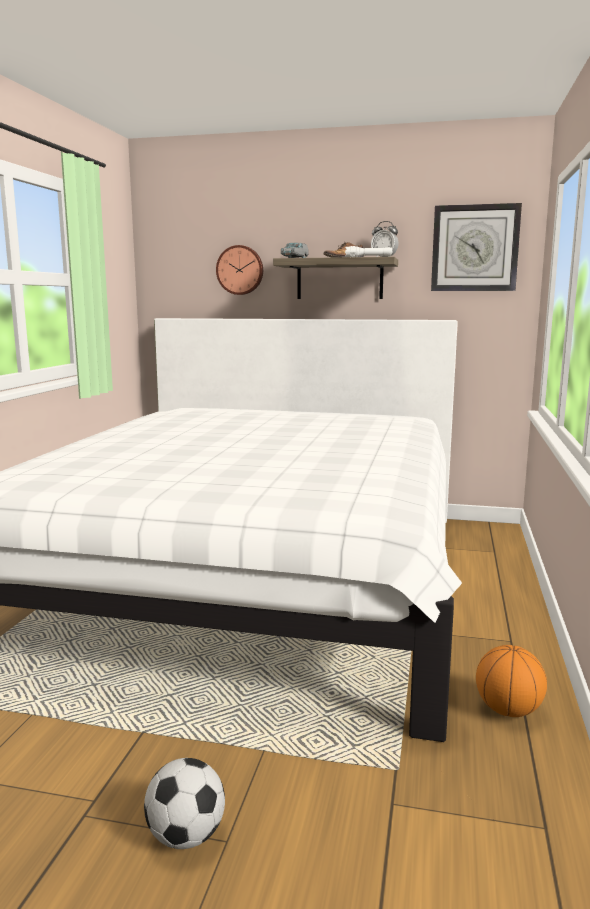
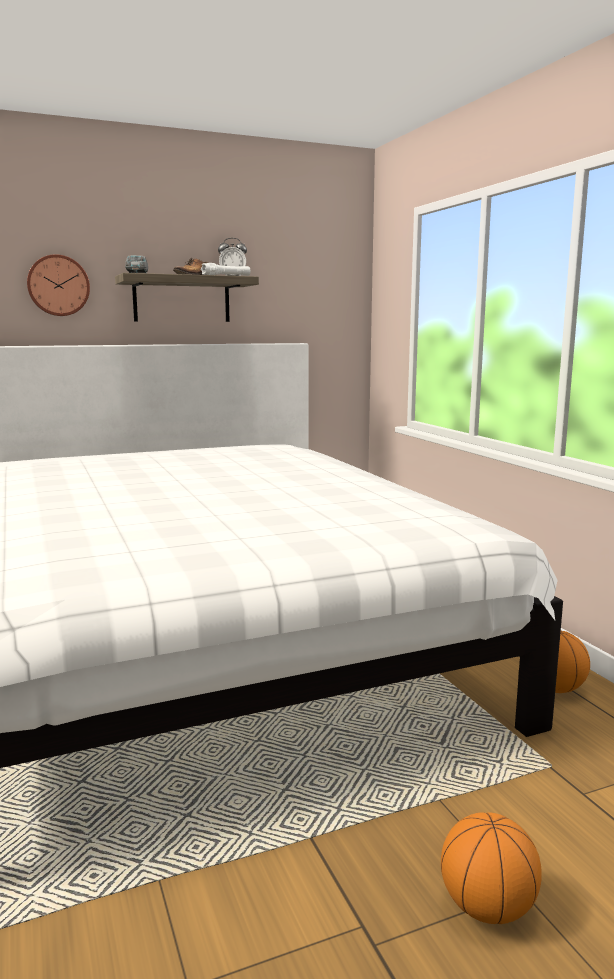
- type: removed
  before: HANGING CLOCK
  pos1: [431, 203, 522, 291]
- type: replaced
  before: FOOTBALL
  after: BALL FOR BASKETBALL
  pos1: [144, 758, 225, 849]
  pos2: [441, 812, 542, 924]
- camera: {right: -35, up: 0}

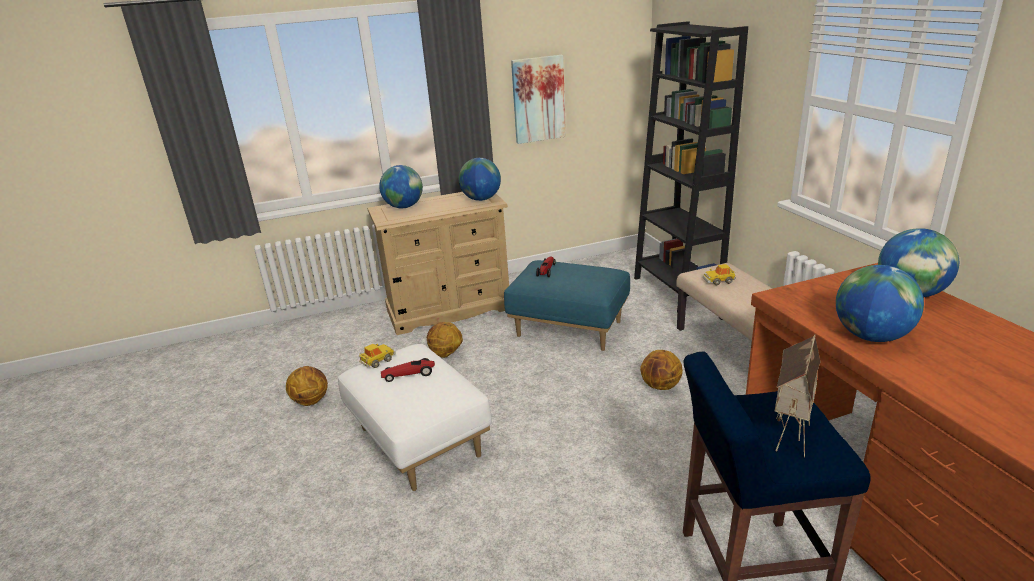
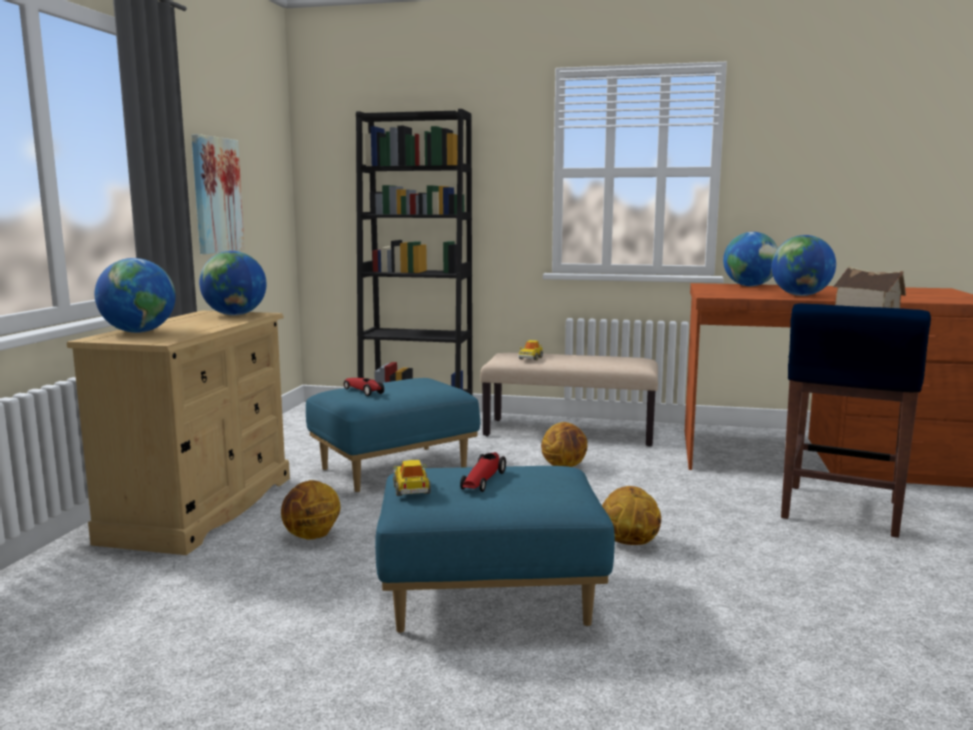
- type: moved
  before: BALL FOR BASKETBALL
  pos1: [286, 366, 328, 406]
  pos2: [602, 486, 661, 545]
- type: recoloured
  before: WHITE-COLOURED OTTOMAN
  after: BLUISH OTTOMAN
  pos1: [338, 344, 492, 491]
  pos2: [375, 466, 615, 633]
- camera: {right: -60, up: -15}

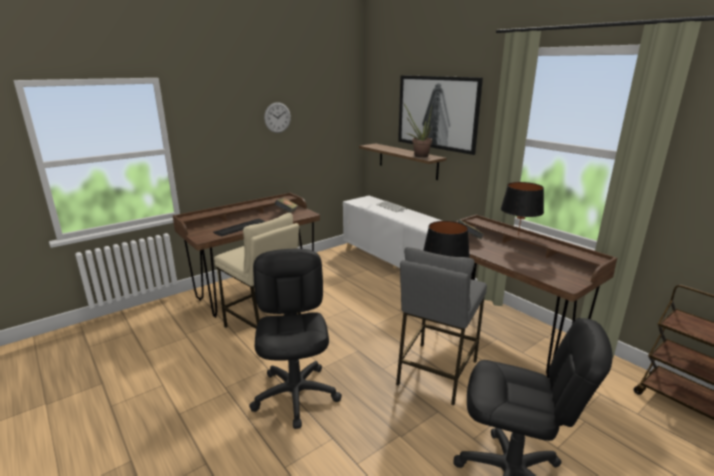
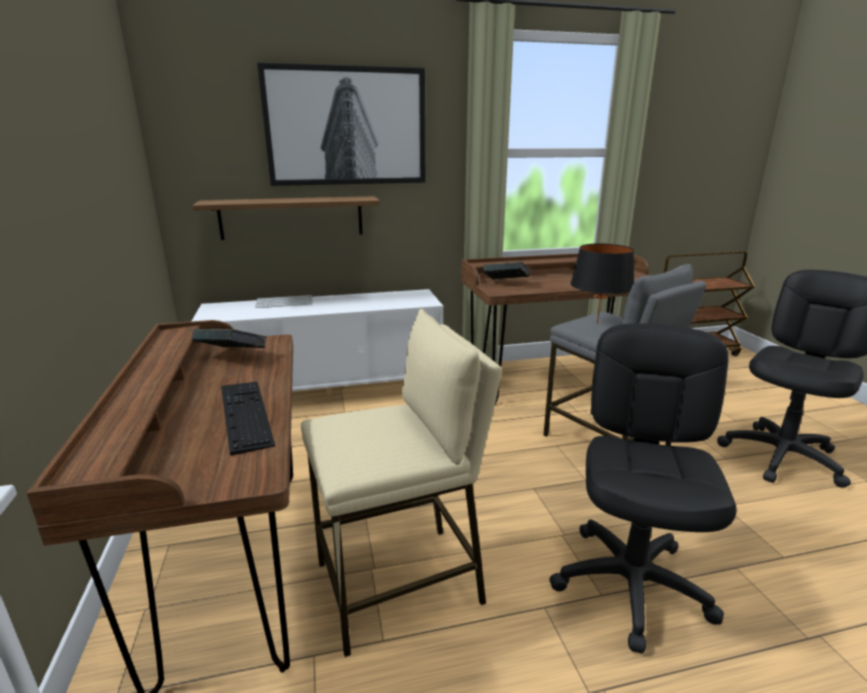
- type: removed
  before: HANGING CLOCK
  pos1: [264, 102, 291, 133]
- type: removed
  before: POTTED PLANT
  pos1: [403, 102, 432, 158]
- type: removed
  before: BLACKISH TABLETOP LAMP
  pos1: [501, 182, 544, 236]
- type: turned
  before: BLACKISH OFFICE CHAIR
  pos1: [249, 249, 342, 429]
  pos2: [549, 324, 736, 654]
  turn: 90
- camera: {right: -65, up: 0}

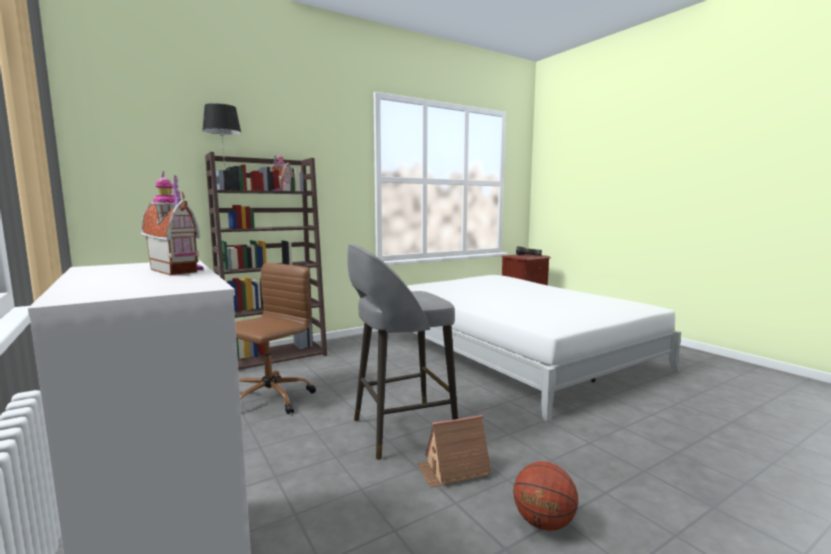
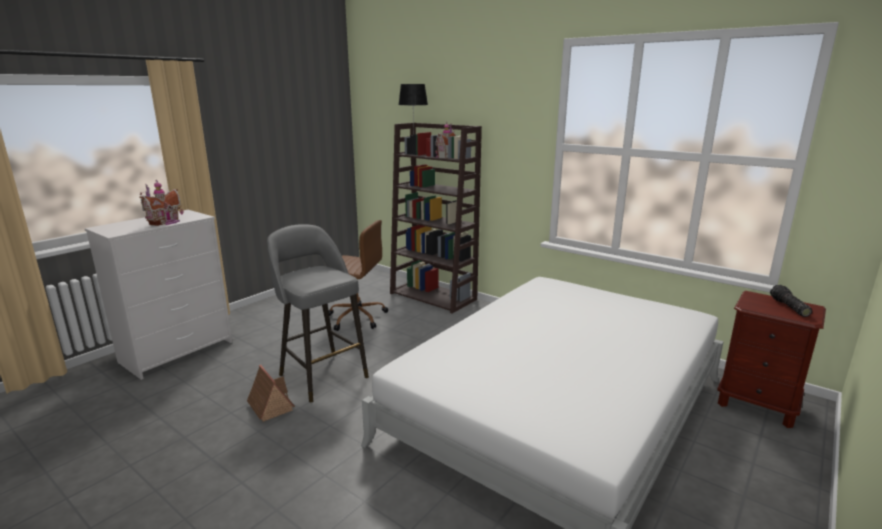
- type: removed
  before: BALL FOR BASKETBALL
  pos1: [513, 461, 578, 531]
- camera: {right: 70, up: 10}

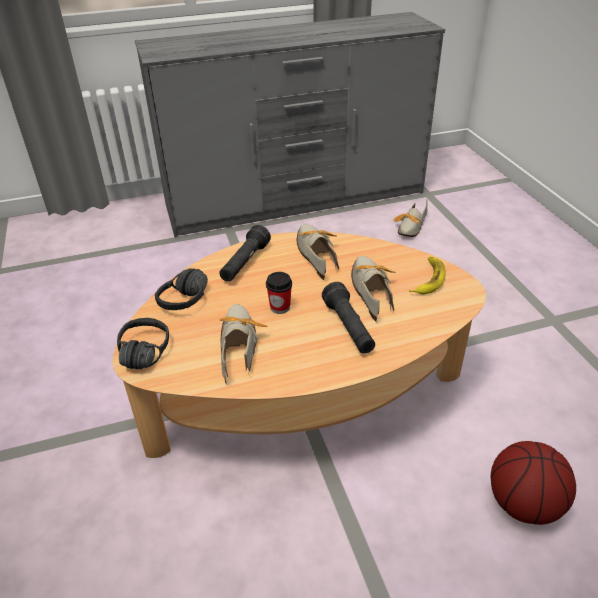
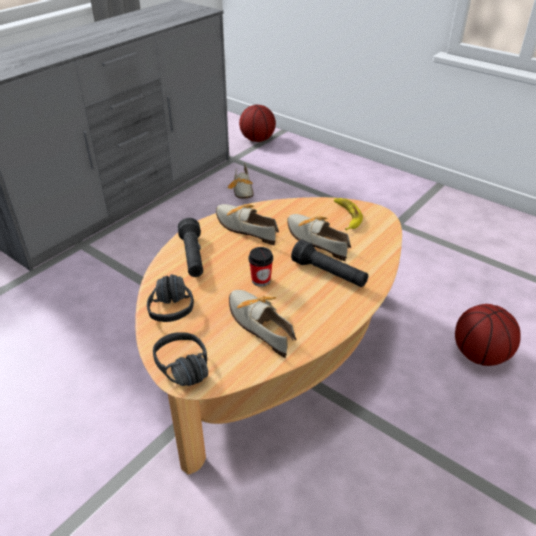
- type: added
  after: BALL FOR BASKETBALL
  pos2: [239, 105, 276, 142]
- camera: {right: -35, up: 0}

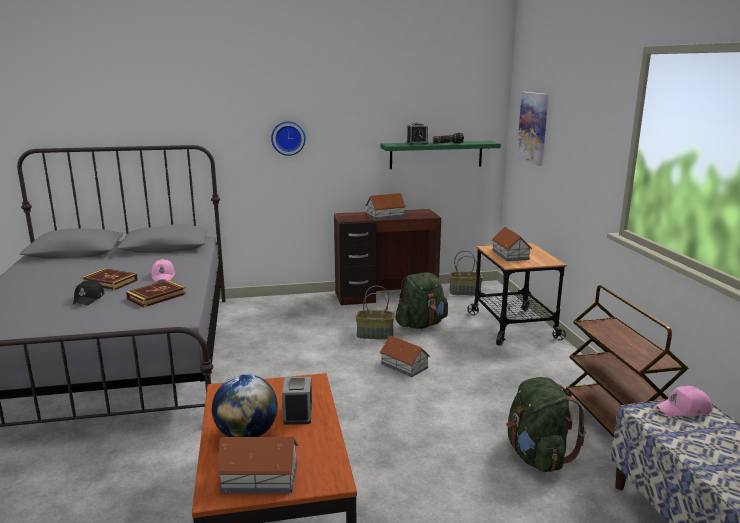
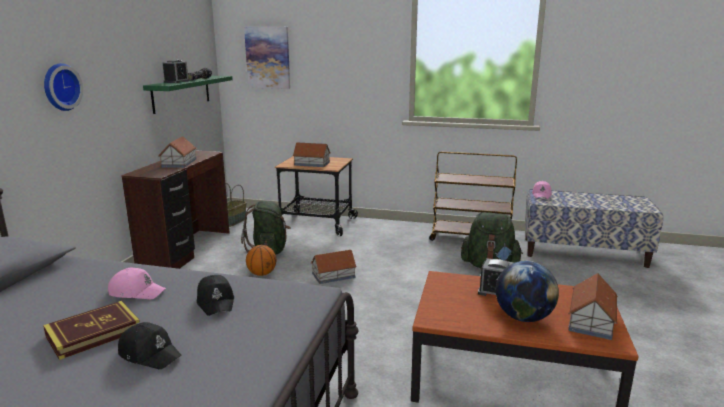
- type: replaced
  before: BOOK
  after: BLACKISH CAP
  pos1: [126, 280, 186, 307]
  pos2: [197, 275, 234, 316]
- type: replaced
  before: HOUSEHOLD BASKET
  after: BALL FOR BASKETBALL
  pos1: [356, 286, 395, 339]
  pos2: [246, 245, 276, 276]
- camera: {right: -65, up: 0}

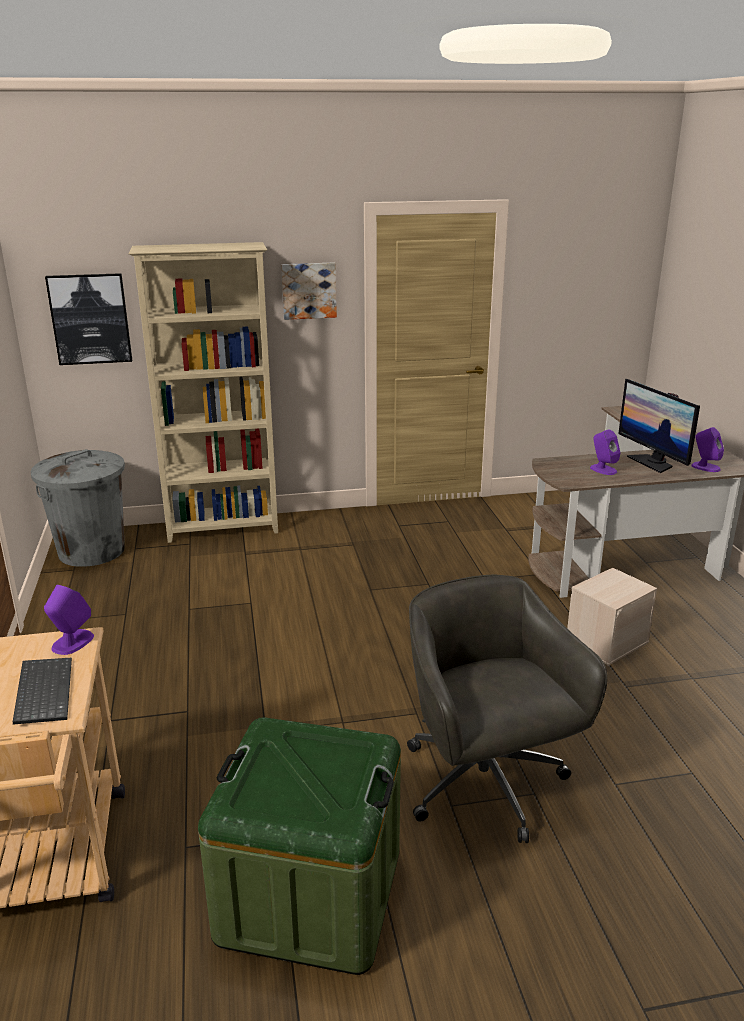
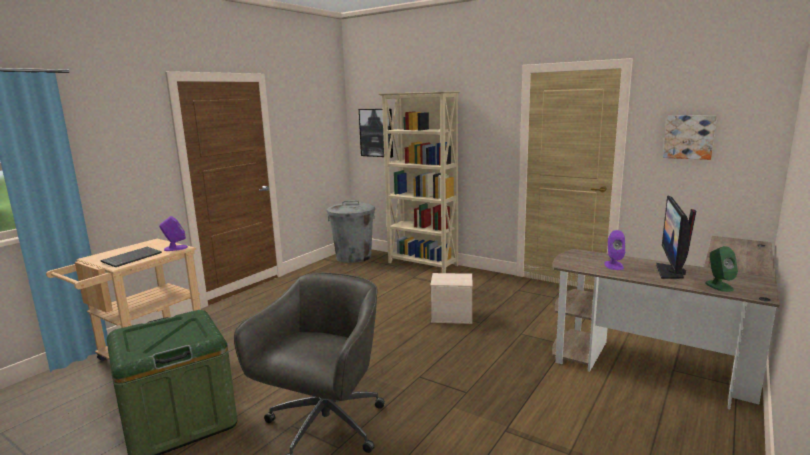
- type: moved
  before: PICTURE
  pos1: [281, 263, 337, 320]
  pos2: [663, 115, 717, 160]
- type: moved
  before: BEIGE STORAGE BOX
  pos1: [567, 568, 657, 666]
  pos2: [430, 273, 473, 324]
- type: recoloured
  before: PURPLISH SPEAKER
  after: GREEN SPEAKER
  pos1: [691, 427, 724, 472]
  pos2: [705, 246, 738, 292]
- camera: {right: 45, up: -10}

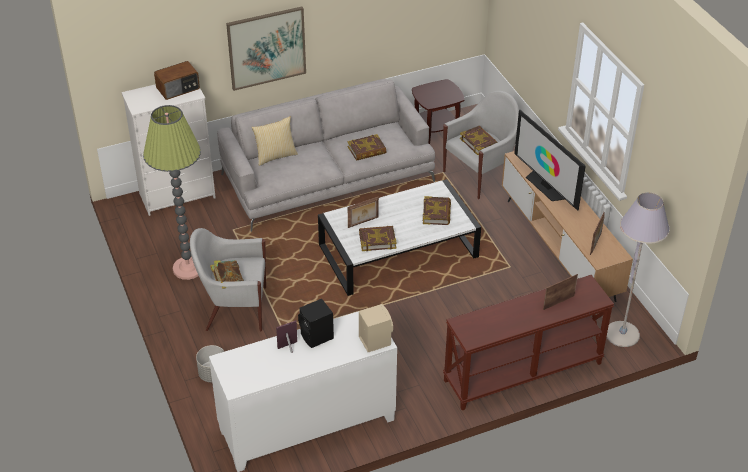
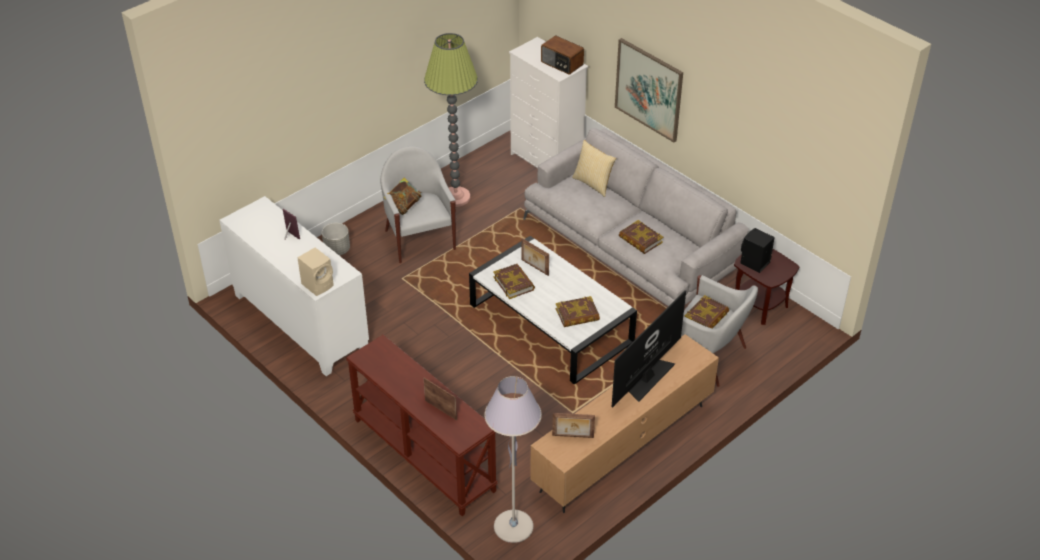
- type: moved
  before: BLACKISH SPEAKER
  pos1: [298, 299, 334, 348]
  pos2: [740, 228, 775, 273]
- camera: {right: 70, up: 0}

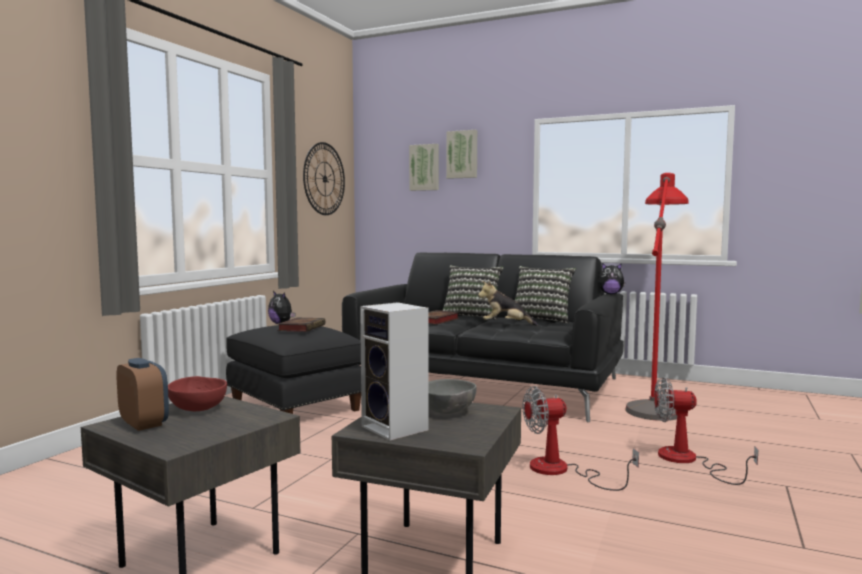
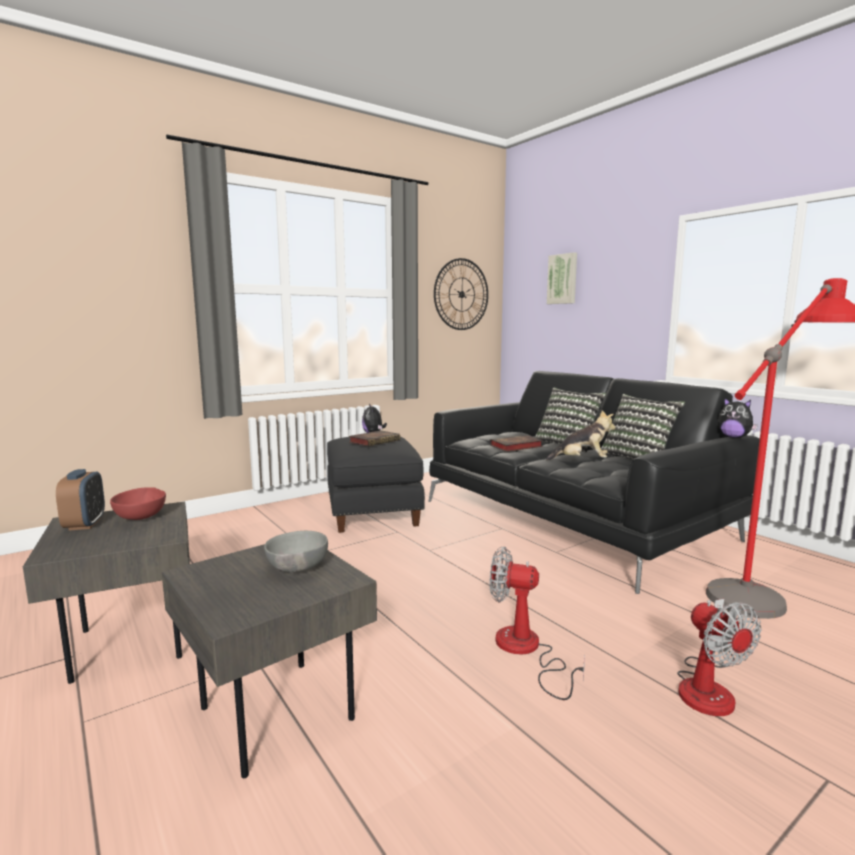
- type: removed
  before: SPEAKER
  pos1: [360, 302, 428, 441]
- type: removed
  before: PICTURE
  pos1: [446, 130, 477, 179]
- type: turned
  before: PLUSH TOY
  pos1: [478, 281, 538, 326]
  pos2: [546, 410, 615, 461]
  turn: 150
- type: turned
  before: FAN
  pos1: [654, 377, 758, 485]
  pos2: [677, 599, 762, 716]
  turn: -150
- camera: {right: 30, up: 5}

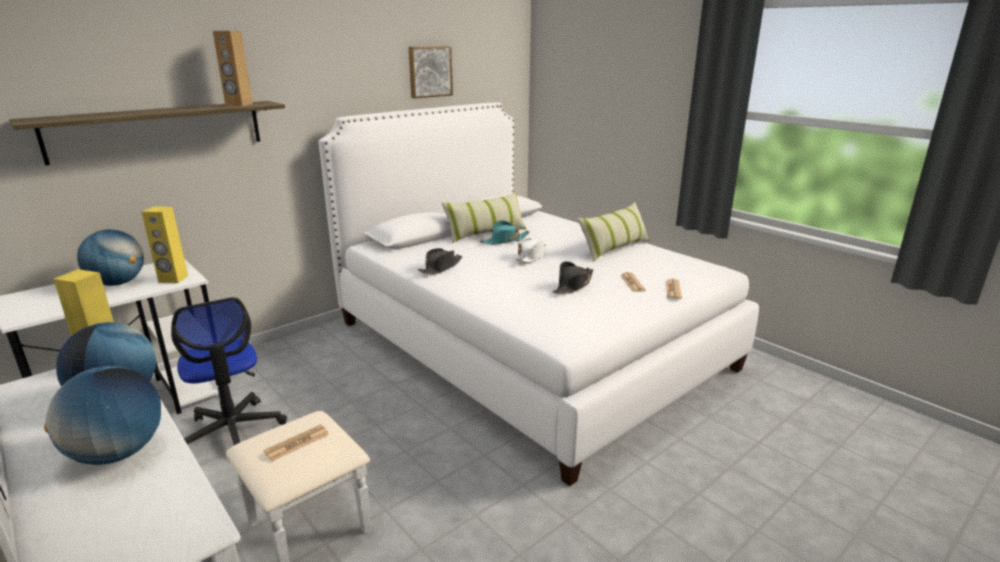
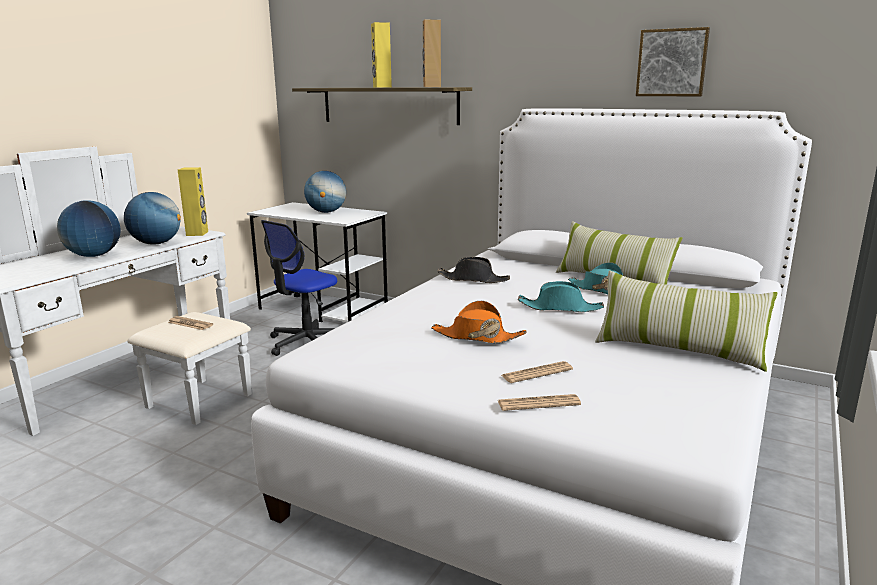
- type: moved
  before: YELLOW-COLOURED SPEAKER
  pos1: [142, 206, 188, 283]
  pos2: [371, 22, 392, 88]
- type: recoloured
  before: WHITE-COLOURED CLOTHING HAT
  after: BLUE-GREEN CLOTHING HAT
  pos1: [515, 238, 547, 263]
  pos2: [518, 281, 604, 312]
- type: recoloured
  before: BLACKISH CLOTHING HAT
  after: ORANGEY CLOTHING HAT
  pos1: [552, 261, 594, 294]
  pos2: [431, 301, 527, 343]
- camera: {right: 70, up: -5}

